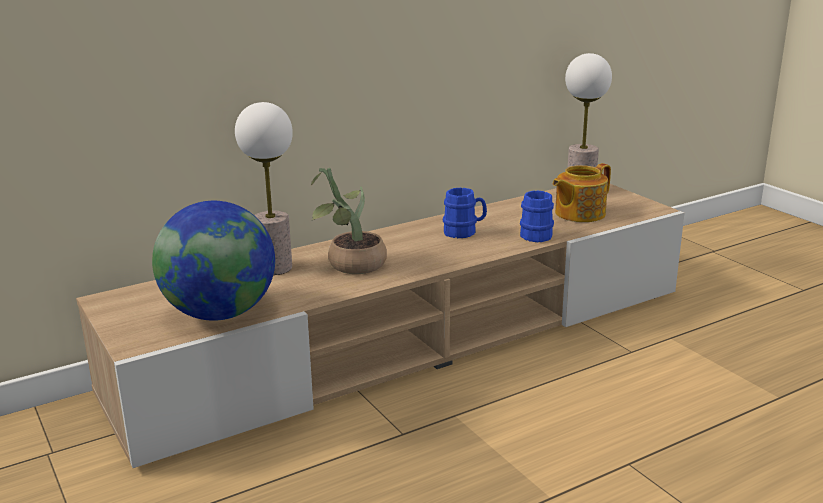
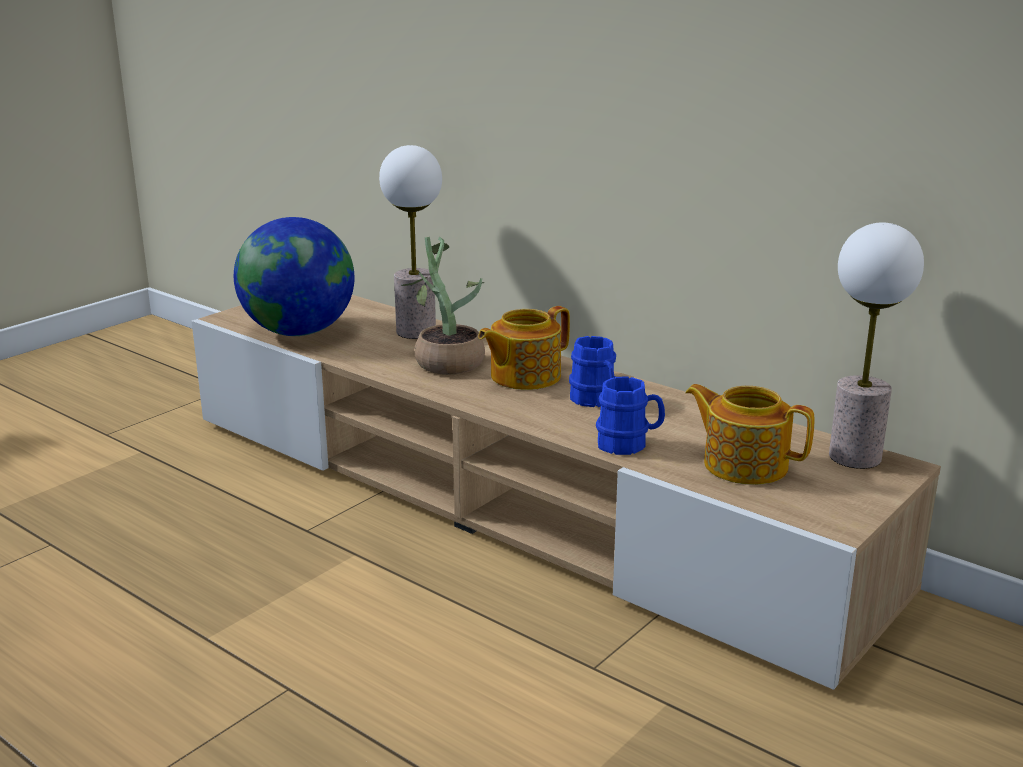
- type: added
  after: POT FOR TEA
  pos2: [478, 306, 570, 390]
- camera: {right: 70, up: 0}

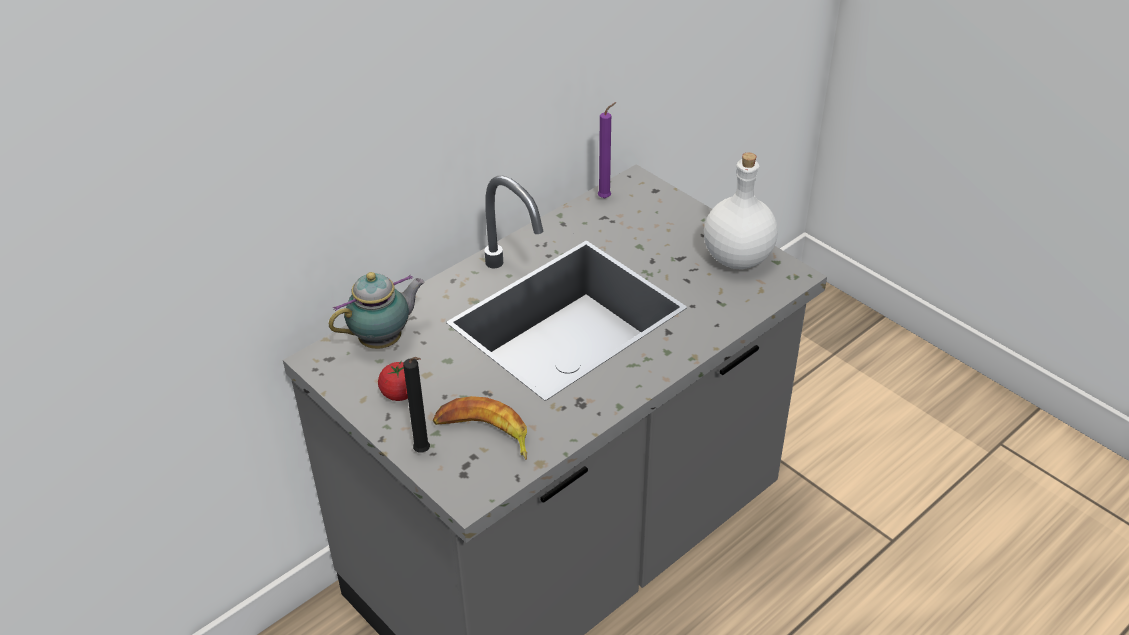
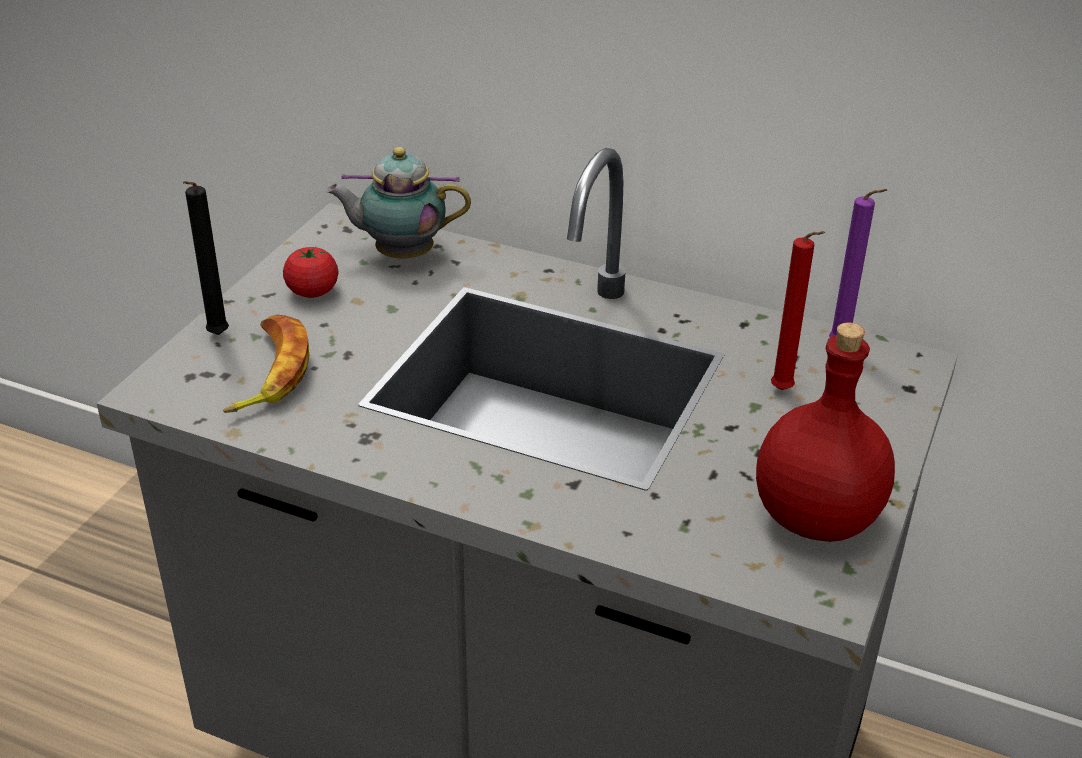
- type: added
  after: RED-COLOURED WAX LIGHT
  pos2: [771, 231, 826, 390]
- type: recoloured
  before: WHITE-COLOURED DRINK BOTTLE
  after: RED-COLOURED DRINK BOTTLE
  pos1: [704, 152, 778, 270]
  pos2: [756, 322, 895, 542]
- type: turned
  before: POT FOR TEA
  pos1: [329, 272, 425, 349]
  pos2: [326, 147, 471, 258]
  turn: 150
- camera: {right: 65, up: -5}

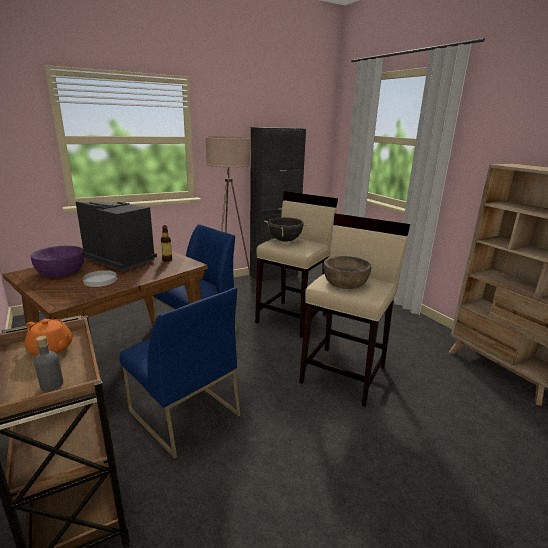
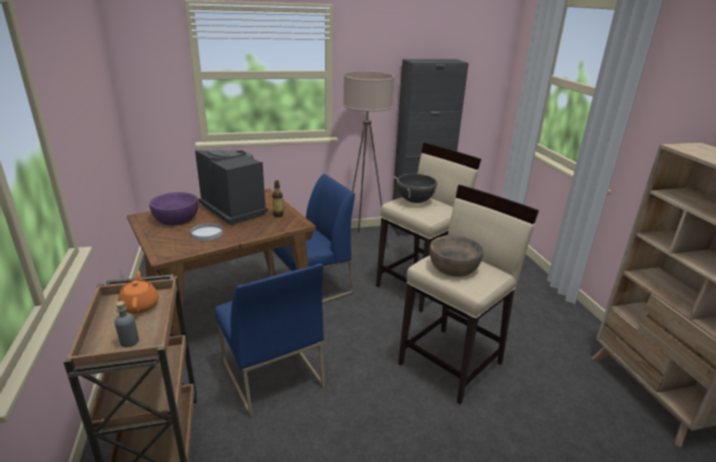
- type: turned
  before: ORANGEY POT FOR TEA
  pos1: [25, 319, 72, 355]
  pos2: [118, 271, 158, 314]
  turn: -150
- camera: {right: 15, up: 5}

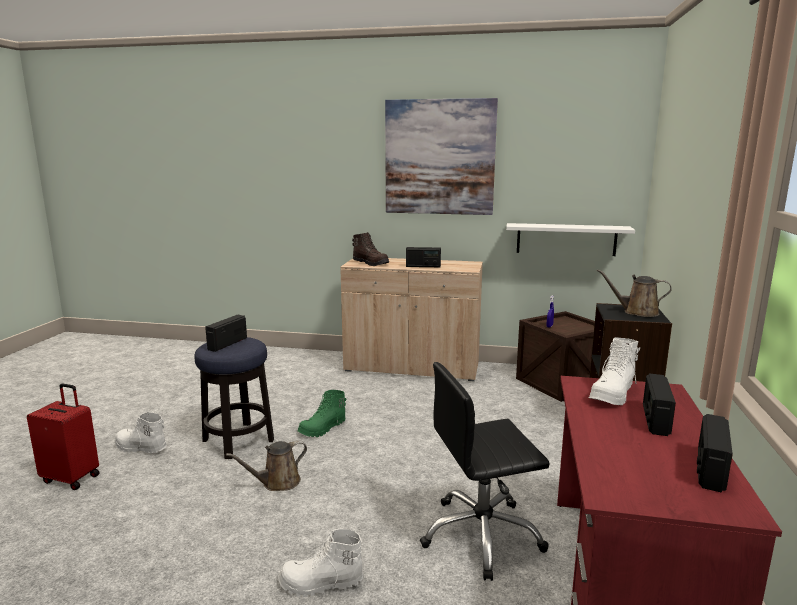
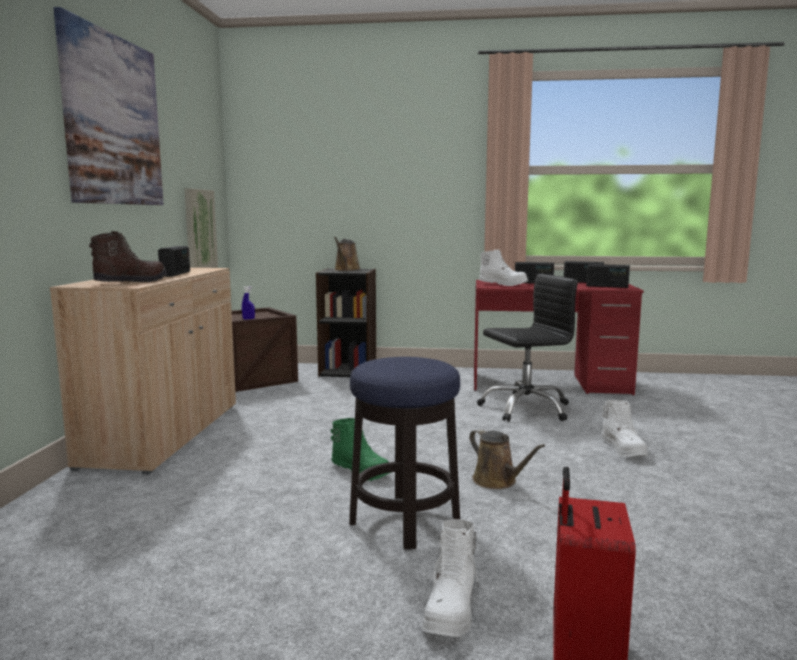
- type: moved
  before: RADIO RECEIVER
  pos1: [205, 315, 247, 352]
  pos2: [586, 264, 630, 288]
- type: replaced
  before: WHITE-COLOURED SHELF
  after: PICTURE
  pos1: [506, 223, 635, 256]
  pos2: [185, 188, 218, 268]
- type: turned
  before: BLACKISH OFFICE CHAIR
  pos1: [420, 362, 550, 581]
  pos2: [477, 274, 578, 422]
  turn: -90
- camera: {right: -95, up: -5}

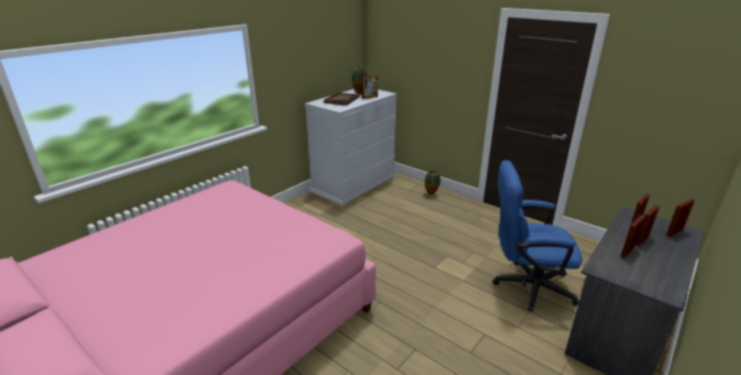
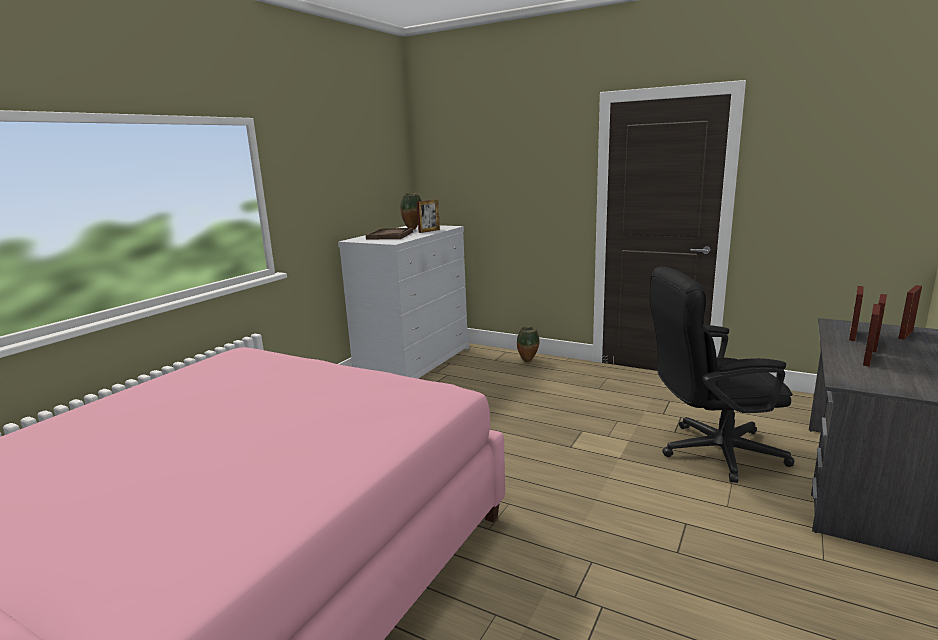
- type: recoloured
  before: BLUISH OFFICE CHAIR
  after: BLACKISH OFFICE CHAIR
  pos1: [493, 160, 583, 312]
  pos2: [650, 266, 794, 483]
- camera: {right: -10, up: -10}

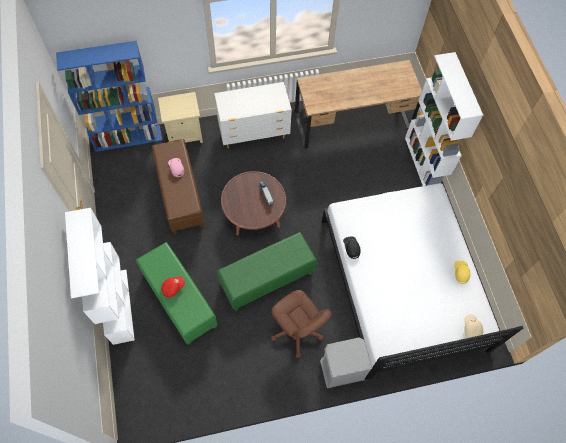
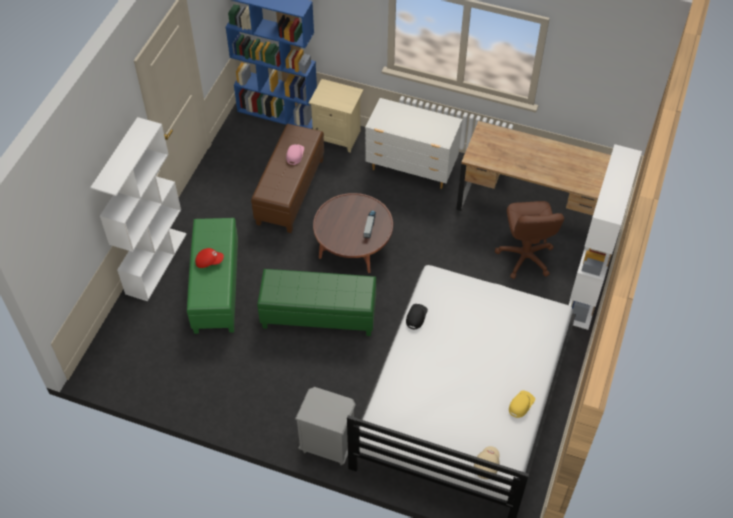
- type: moved
  before: BROWN-COLOURED OFFICE CHAIR
  pos1: [271, 290, 332, 358]
  pos2: [495, 201, 564, 279]
- camera: {right: 35, up: -10}

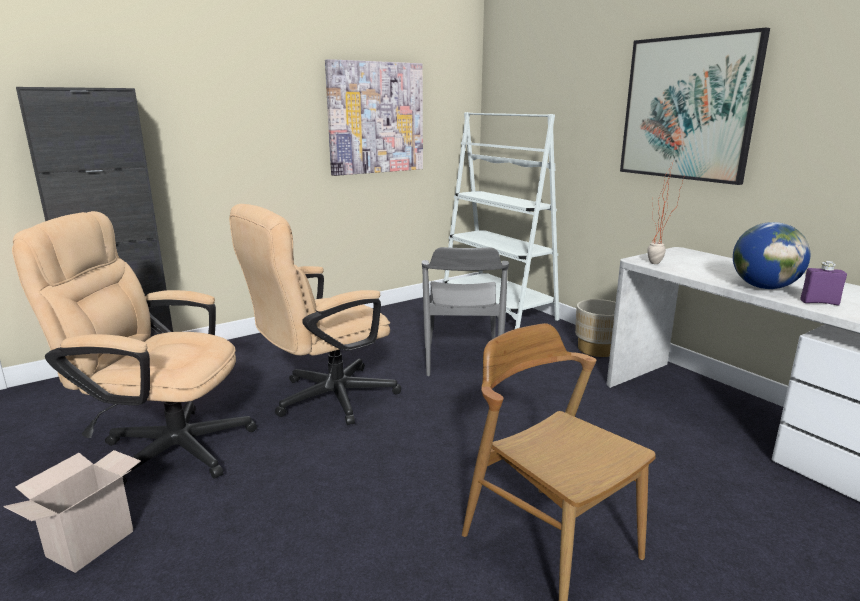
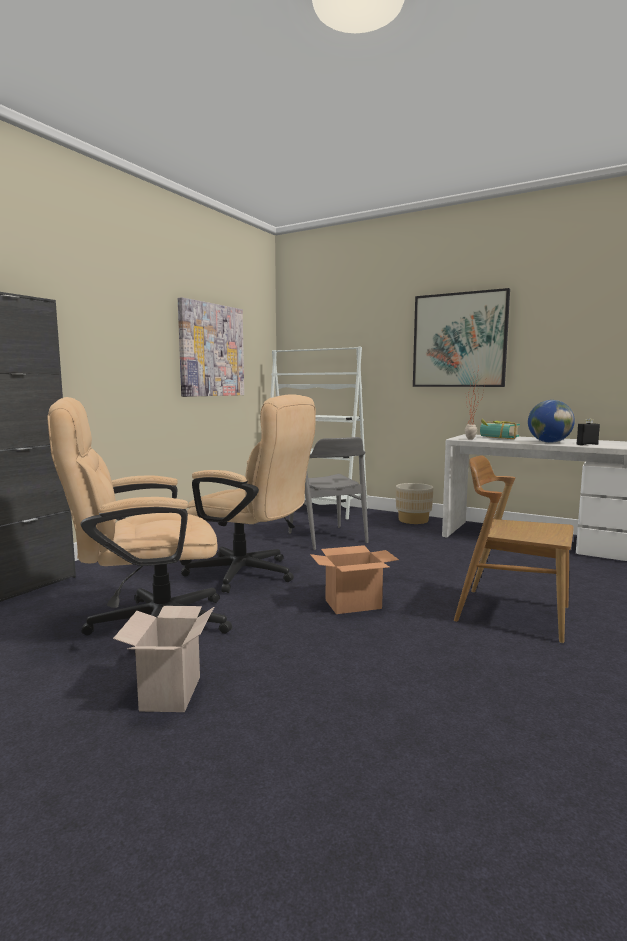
- type: added
  after: PACKING BOX
  pos2: [310, 545, 399, 614]
- type: added
  after: BOOK
  pos2: [480, 419, 520, 439]
- type: recoloured
  before: PURPLISH DRINK BOTTLE
  after: BLACKISH DRINK BOTTLE
  pos1: [800, 261, 847, 306]
  pos2: [577, 418, 600, 445]
- type: turned
  before: BEIGE OFFICE CHAIR
  pos1: [229, 204, 401, 425]
  pos2: [181, 394, 316, 593]
  turn: -90
- camera: {right: -25, up: -10}

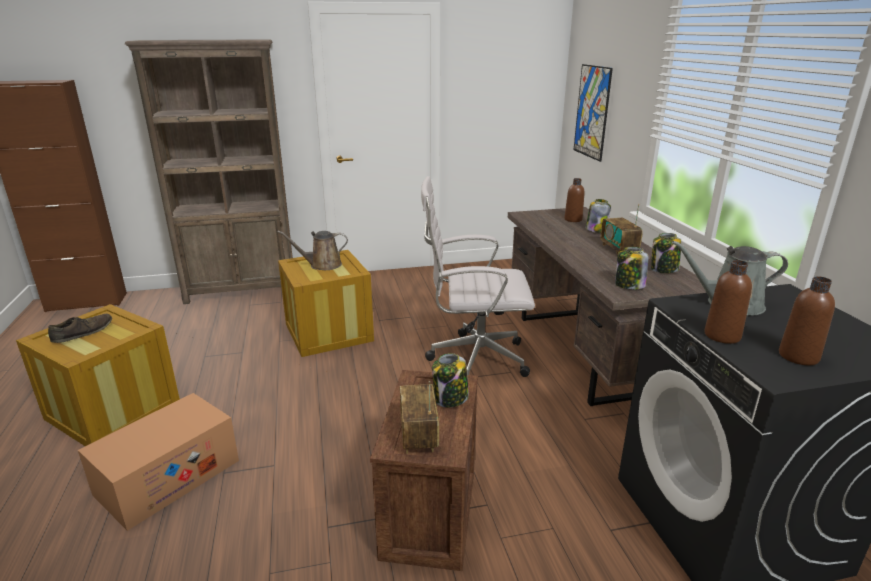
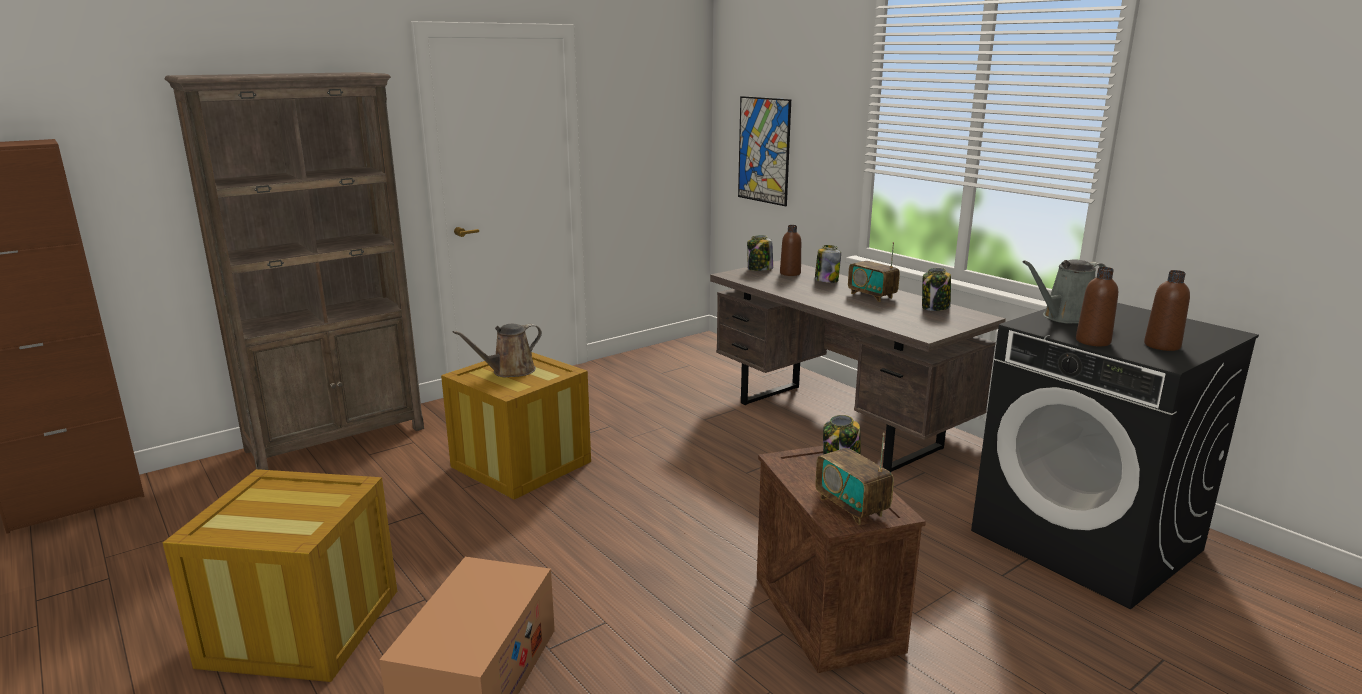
- type: removed
  before: BROWN-COLOURED ITEM OF FOOTWEAR
  pos1: [48, 314, 112, 343]
- type: removed
  before: WHITE-COLOURED OFFICE CHAIR
  pos1: [421, 176, 535, 377]
- type: moved
  before: JAR
  pos1: [615, 247, 648, 289]
  pos2: [747, 235, 773, 271]
- camera: {right: -25, up: -5}

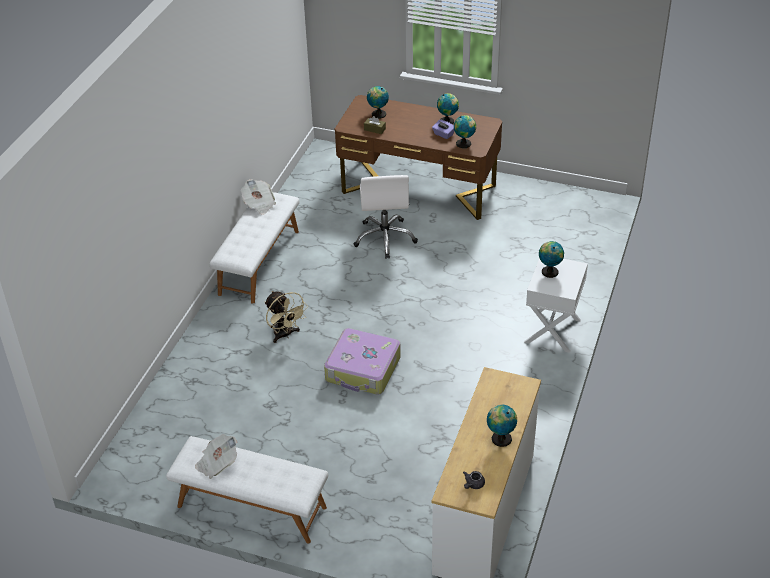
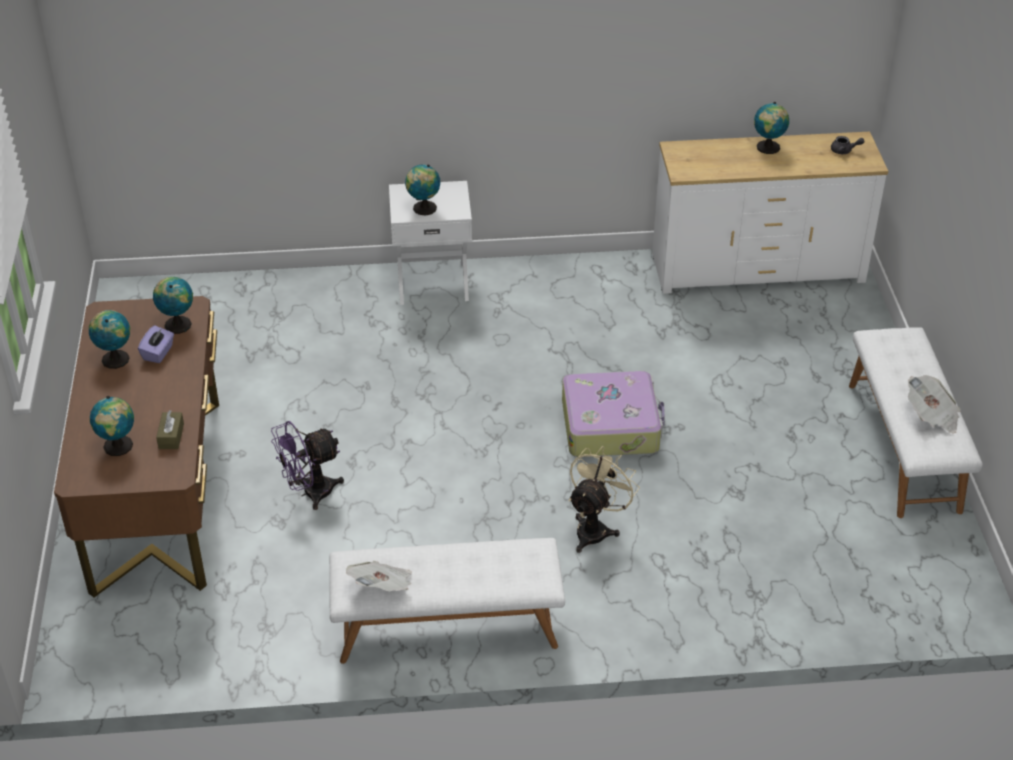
- type: replaced
  before: WHITE-COLOURED OFFICE CHAIR
  after: PURPLISH FAN
  pos1: [353, 175, 418, 259]
  pos2: [271, 421, 344, 510]
- camera: {right: -115, up: 0}

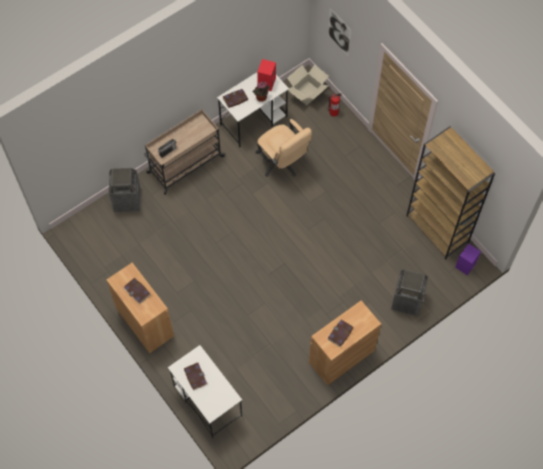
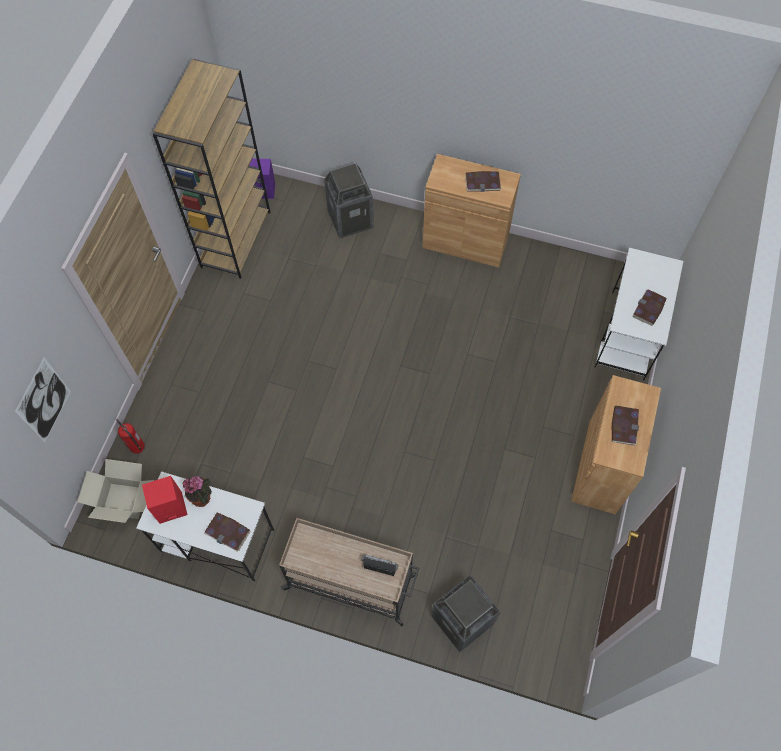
- type: removed
  before: BEIGE OFFICE CHAIR
  pos1: [255, 119, 312, 177]
- camera: {right: -125, up: 0}

